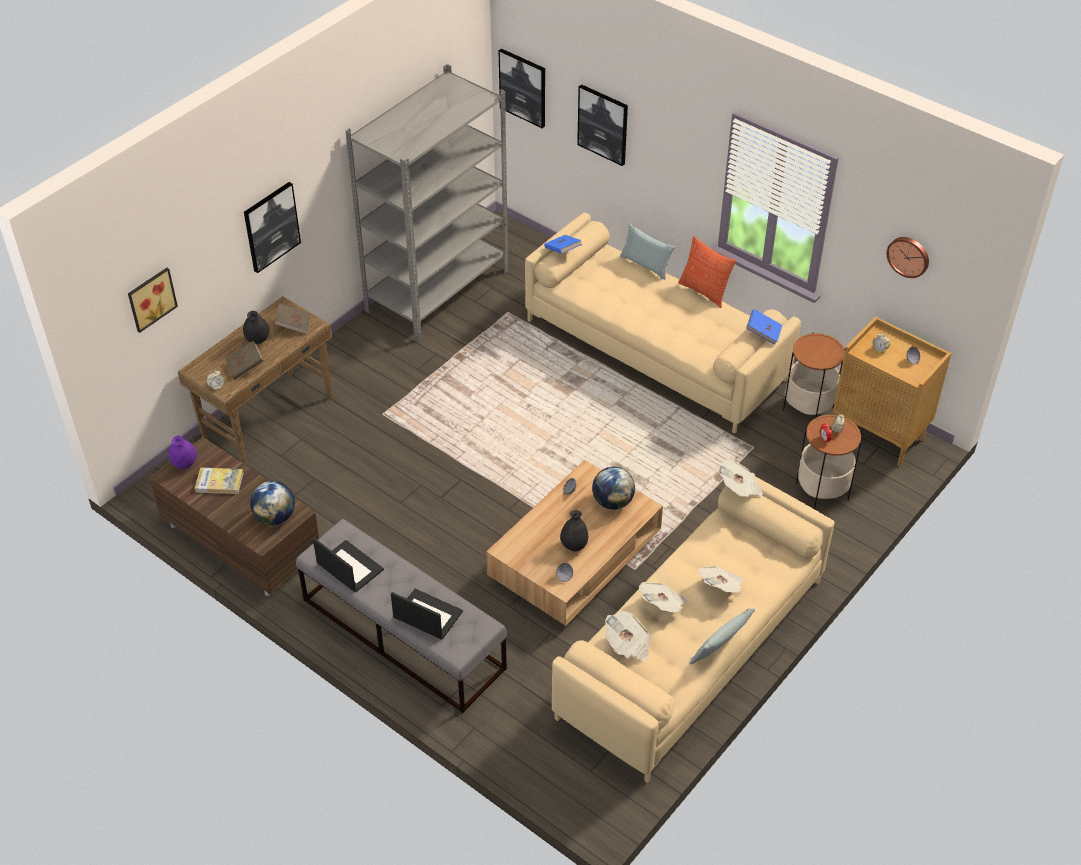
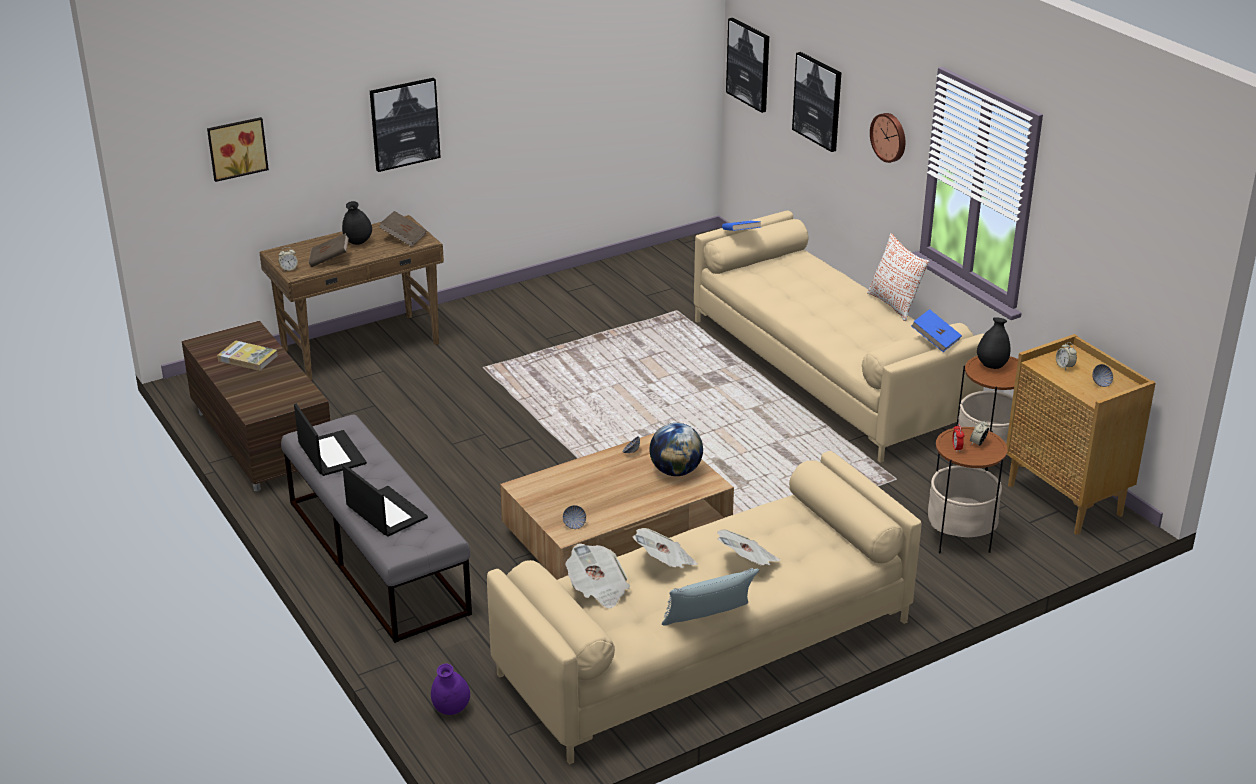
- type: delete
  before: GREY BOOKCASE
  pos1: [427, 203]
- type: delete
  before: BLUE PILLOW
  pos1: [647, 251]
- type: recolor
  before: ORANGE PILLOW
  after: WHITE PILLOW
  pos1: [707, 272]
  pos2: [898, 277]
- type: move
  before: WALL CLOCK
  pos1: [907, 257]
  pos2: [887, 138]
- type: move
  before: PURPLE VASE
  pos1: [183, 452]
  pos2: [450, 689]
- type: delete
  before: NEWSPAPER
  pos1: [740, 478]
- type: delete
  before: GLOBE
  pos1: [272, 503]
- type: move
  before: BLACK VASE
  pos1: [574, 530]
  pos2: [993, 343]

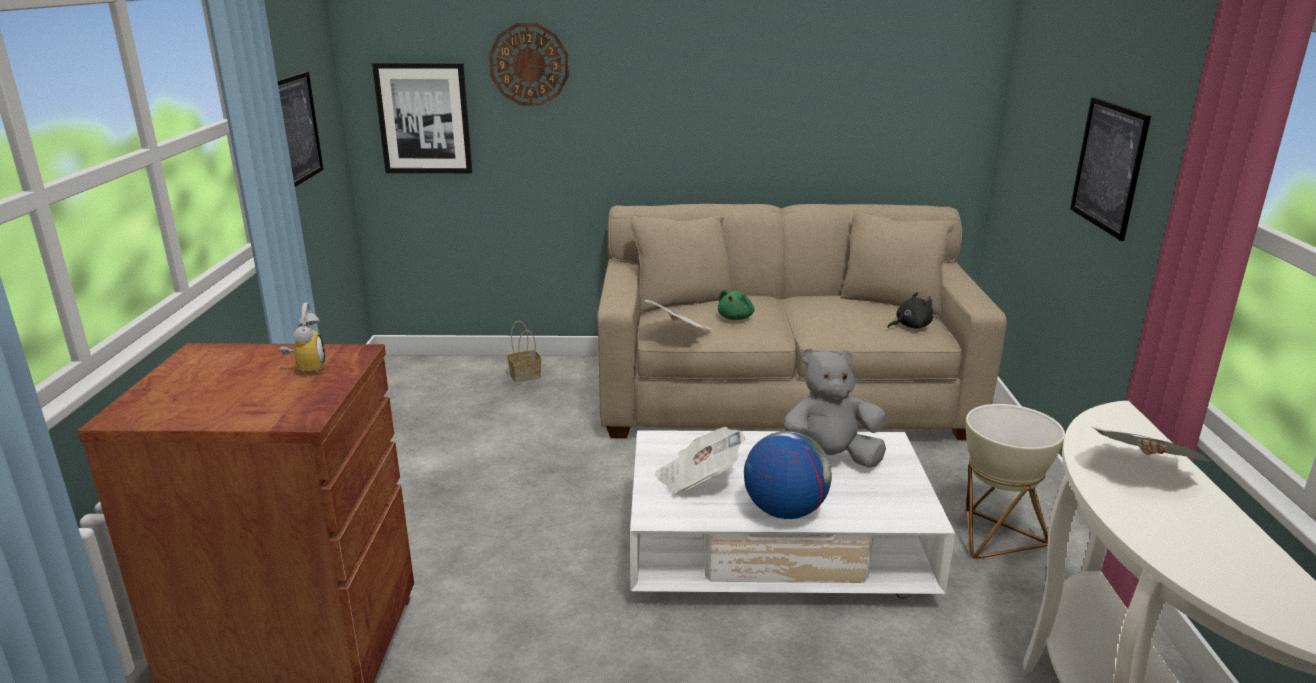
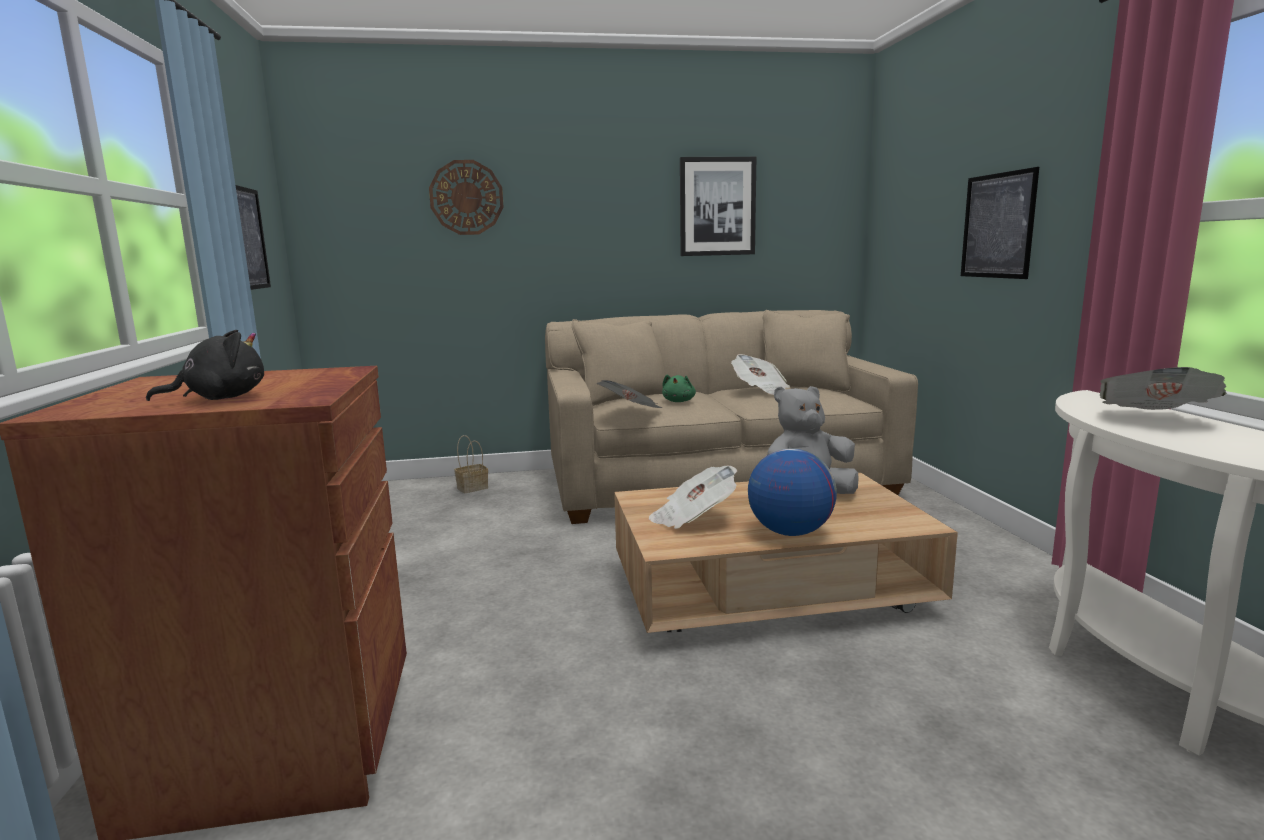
- type: move
  before: PICTURE
  pos1: [422, 118]
  pos2: [718, 206]
- type: move
  before: BLACK PLUSH TOY
  pos1: [910, 310]
  pos2: [205, 365]
- type: delete
  before: ALARM CLOCK
  pos1: [302, 338]
- type: delete
  before: PLANTER
  pos1: [1015, 481]
- type: recolor
  before: WHITE COFFEE TABLE
  after: BROWN COFFEE TABLE
  pos1: [792, 514]
  pos2: [786, 553]
- type: insert
  after: NEWSPAPER
  pos2: [760, 374]

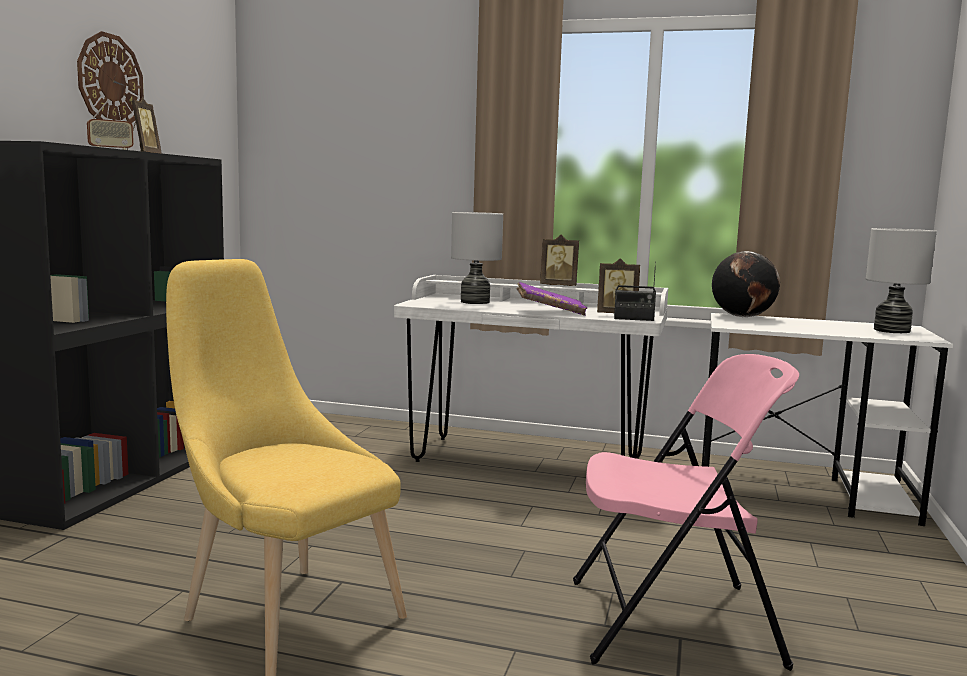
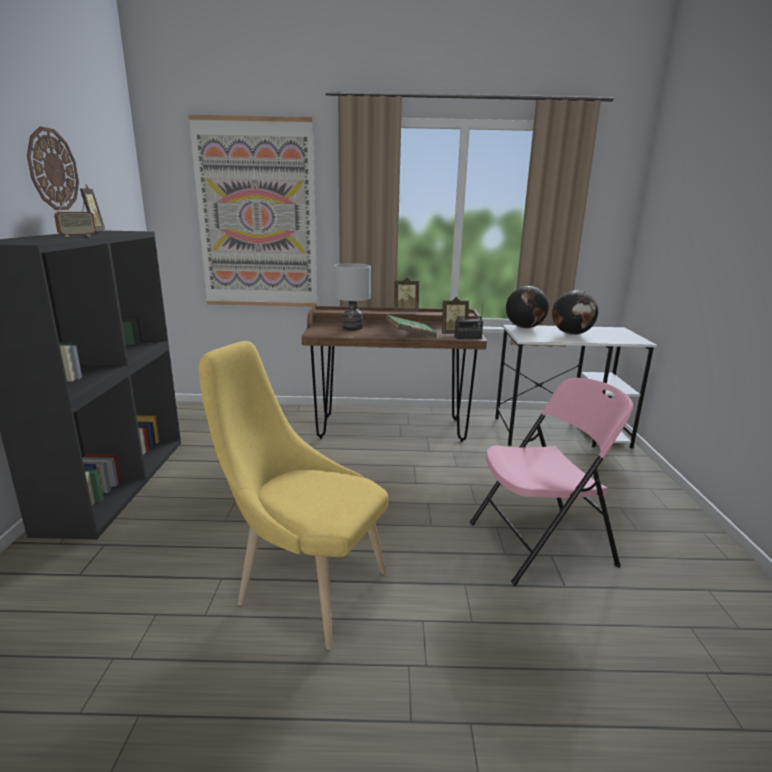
- type: delete
  before: GREY TABLE LAMP
  pos1: [901, 280]
- type: recolor
  before: WHITE DESK
  after: BROWN DESK
  pos1: [531, 368]
  pos2: [394, 374]
- type: recolor
  before: PURPLE BOOK
  after: GREEN BOOK
  pos1: [551, 299]
  pos2: [411, 326]
- type: insert
  after: PICTURE
  pos2: [253, 211]
- type: insert
  after: GLOBE
  pos2: [575, 312]

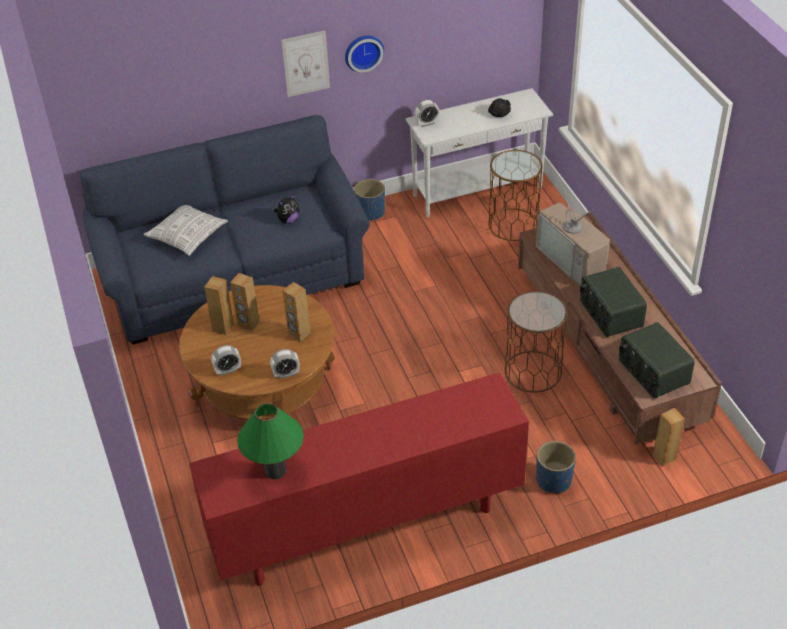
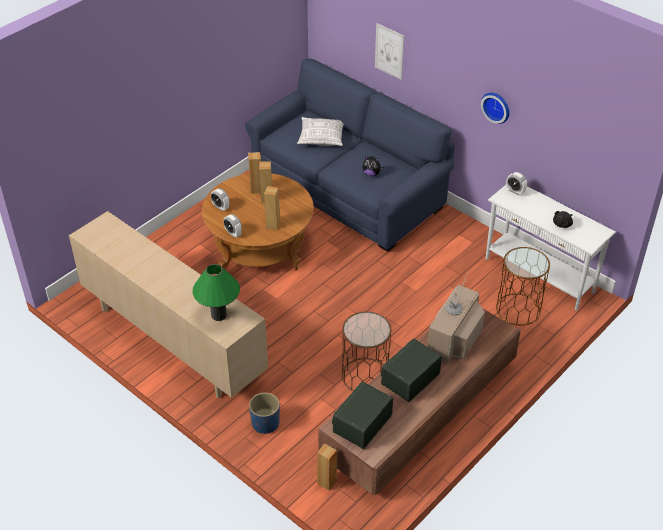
- type: move
  before: PICTURE
  pos1: [305, 64]
  pos2: [389, 51]
- type: delete
  before: BLUE PLANTER
  pos1: [369, 200]
- type: recolor
  before: RED CABINET
  after: BEIGE CABINET
  pos1: [359, 479]
  pos2: [168, 304]
- type: move
  before: GREEN TABLE LAMP
  pos1: [270, 441]
  pos2: [216, 292]

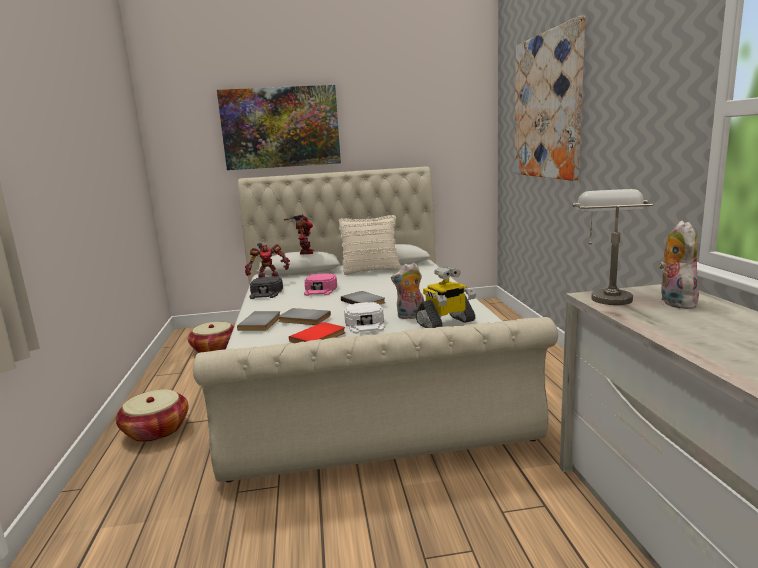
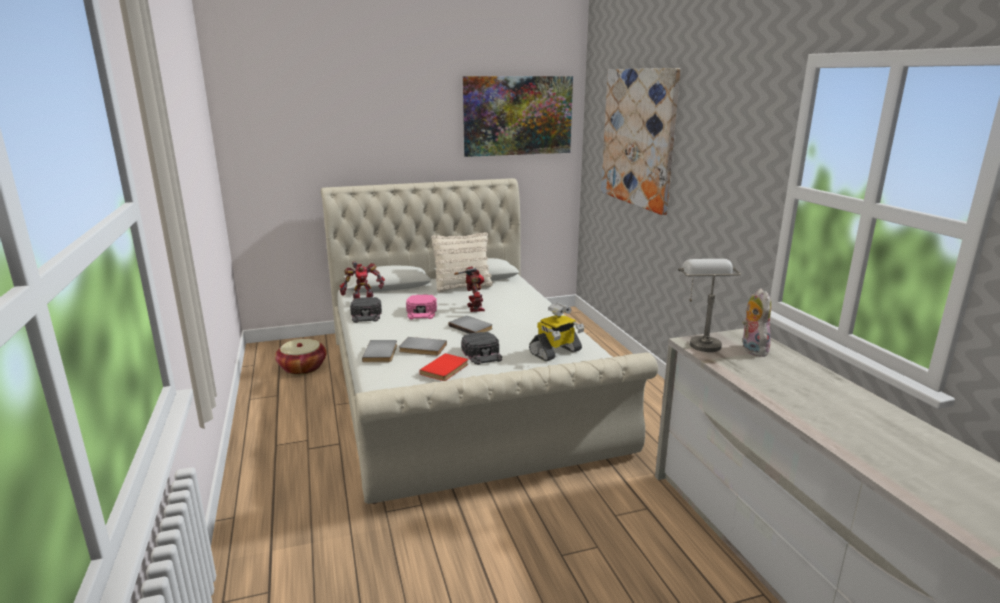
- type: move
  before: PICTURE
  pos1: [279, 127]
  pos2: [518, 116]
- type: move
  before: TOY ROBOT
  pos1: [299, 234]
  pos2: [469, 289]
- type: delete
  before: PLUSH TOY
  pos1: [407, 291]
- type: recolor
  before: WHITE CAP
  after: BLACK CAP
  pos1: [364, 318]
  pos2: [481, 348]
- type: delete
  before: BASKET
  pos1: [152, 415]

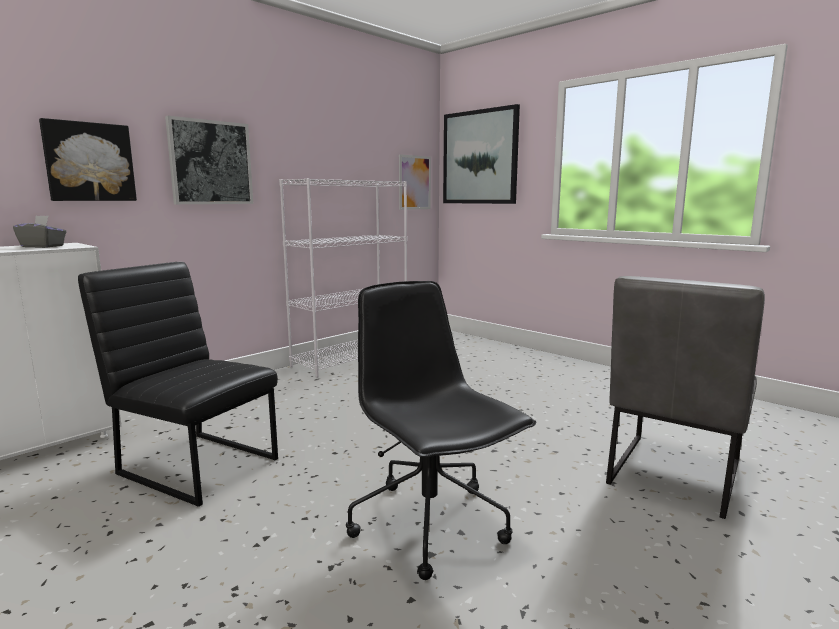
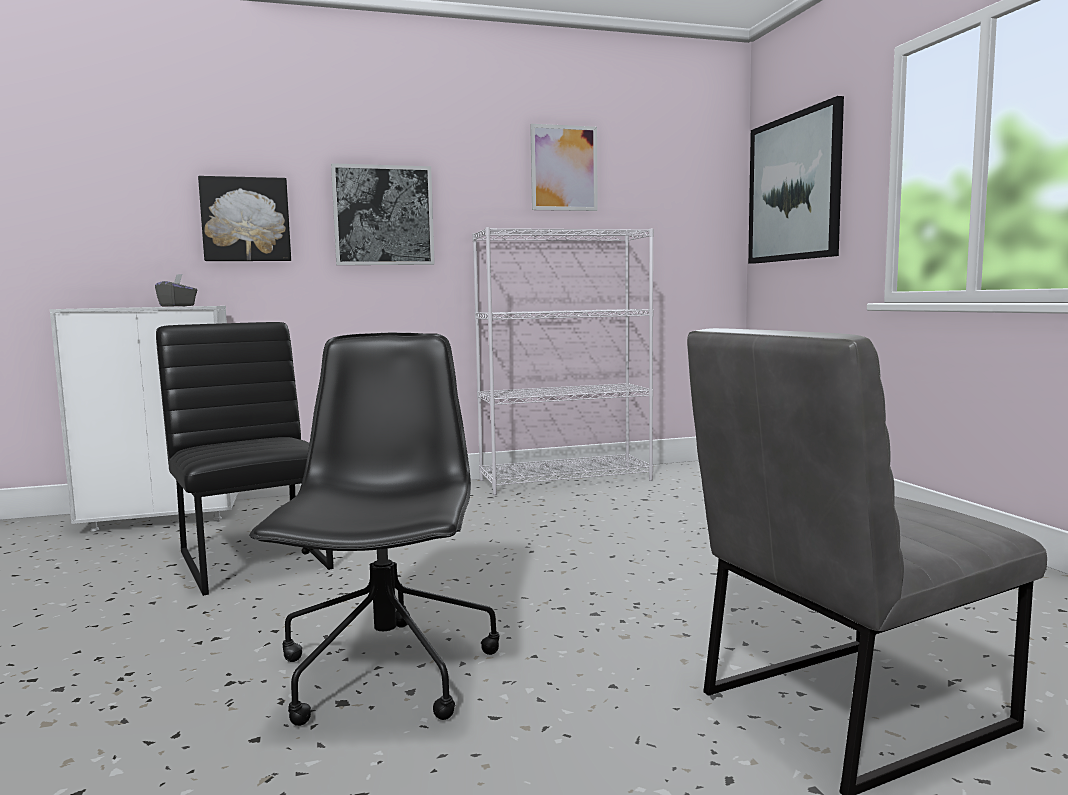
- type: move
  before: PICTURE
  pos1: [415, 182]
  pos2: [564, 167]

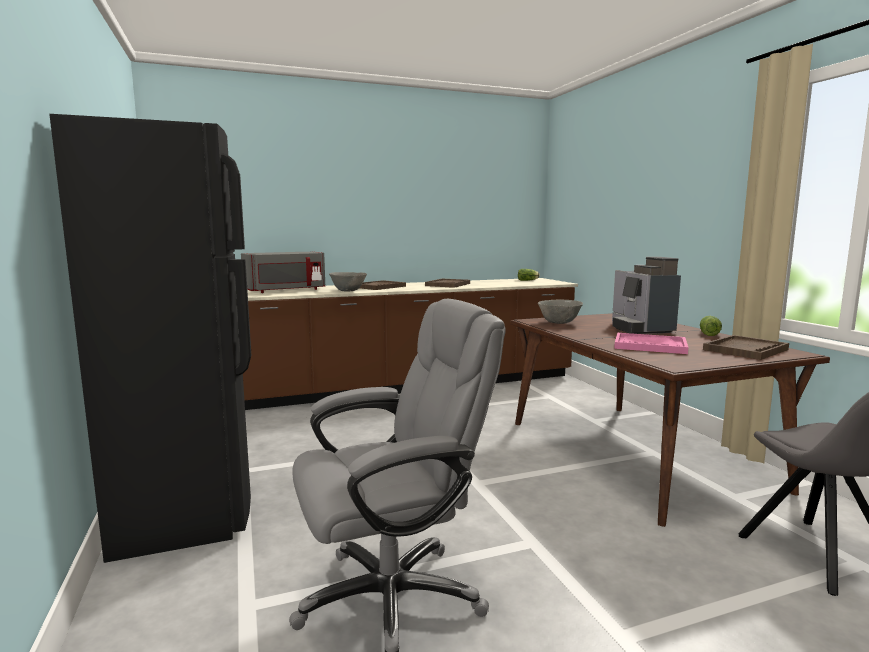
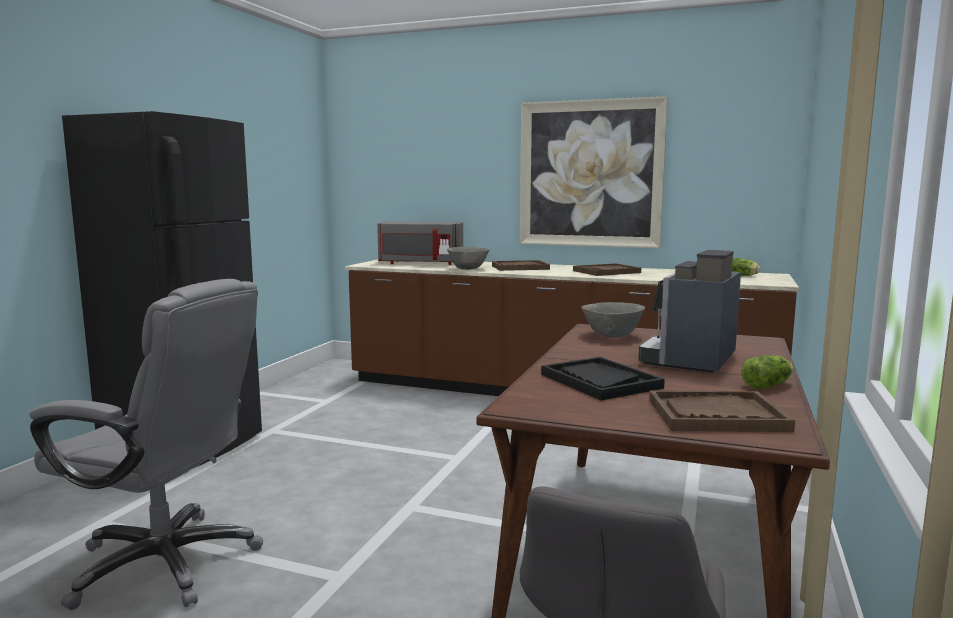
- type: recolor
  before: PINK TRAY
  after: BLACK TRAY
  pos1: [651, 343]
  pos2: [603, 378]
- type: insert
  after: PICTURE
  pos2: [594, 172]

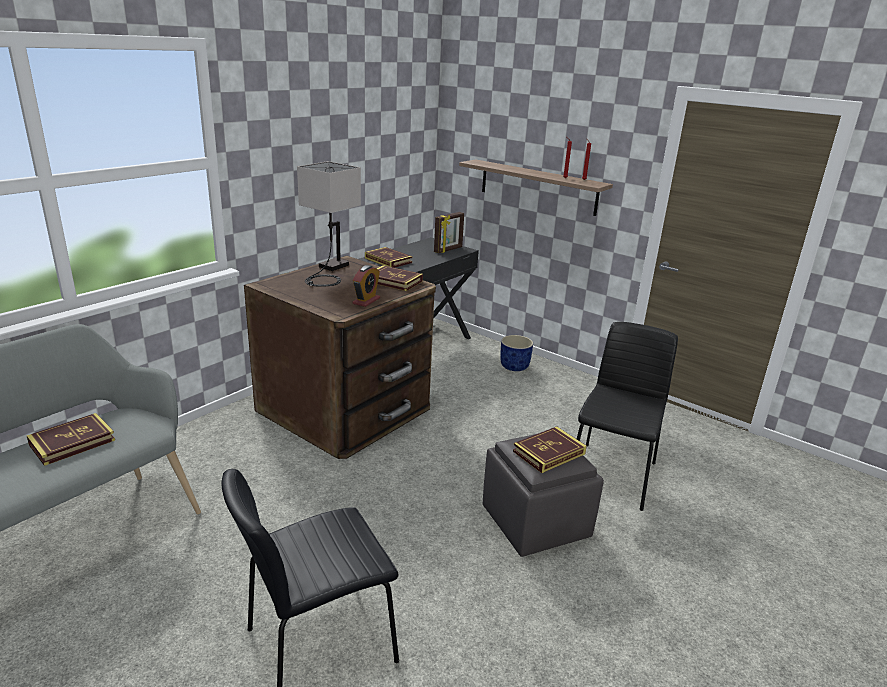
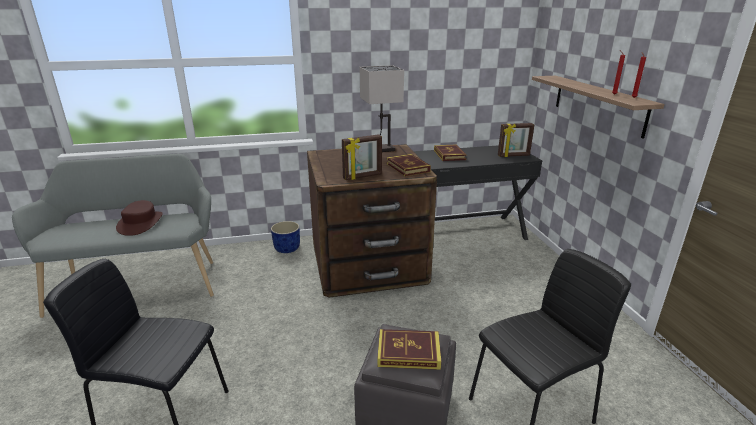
- type: replace
  before: ALARM CLOCK
  after: PICTURE FRAME
  pos1: [366, 286]
  pos2: [362, 157]
- type: move
  before: BLUE PLANTER
  pos1: [516, 353]
  pos2: [285, 237]
- type: replace
  before: BOOK
  after: BROWN HAT
  pos1: [71, 439]
  pos2: [139, 218]

